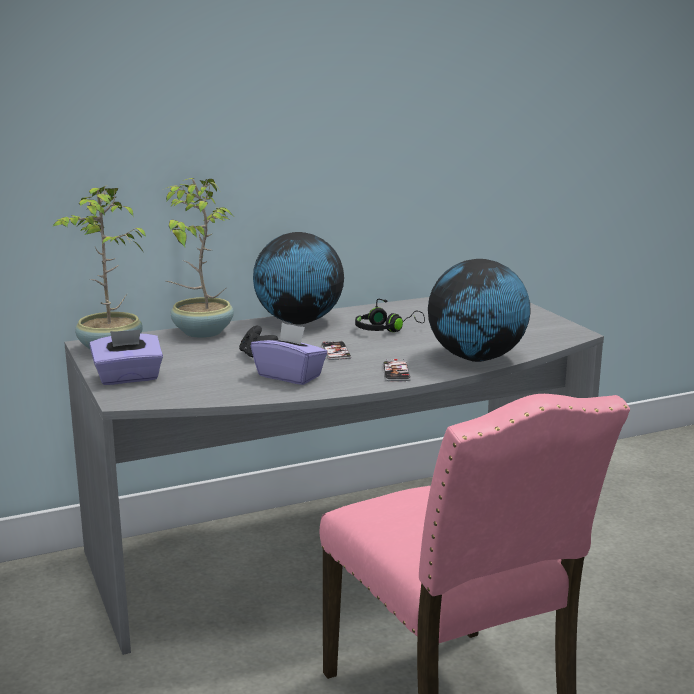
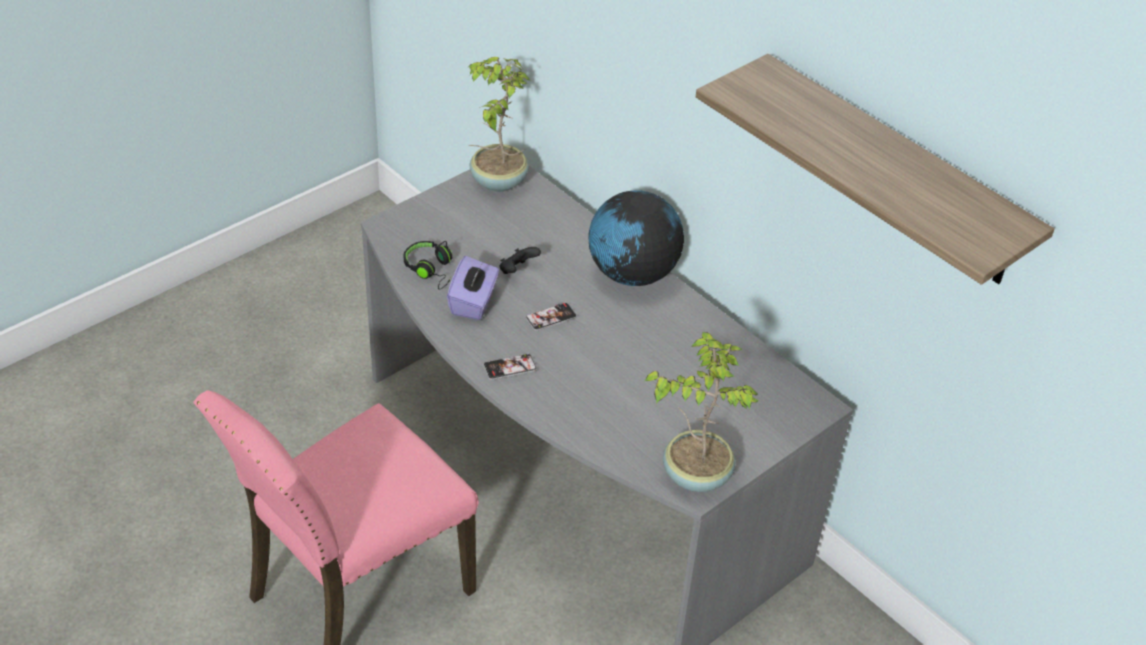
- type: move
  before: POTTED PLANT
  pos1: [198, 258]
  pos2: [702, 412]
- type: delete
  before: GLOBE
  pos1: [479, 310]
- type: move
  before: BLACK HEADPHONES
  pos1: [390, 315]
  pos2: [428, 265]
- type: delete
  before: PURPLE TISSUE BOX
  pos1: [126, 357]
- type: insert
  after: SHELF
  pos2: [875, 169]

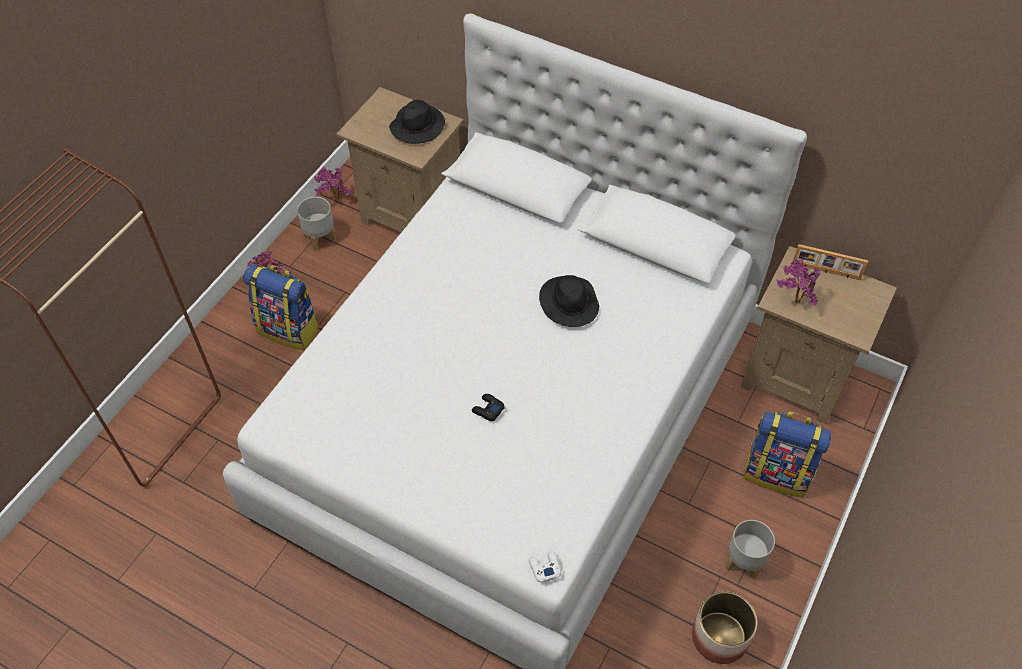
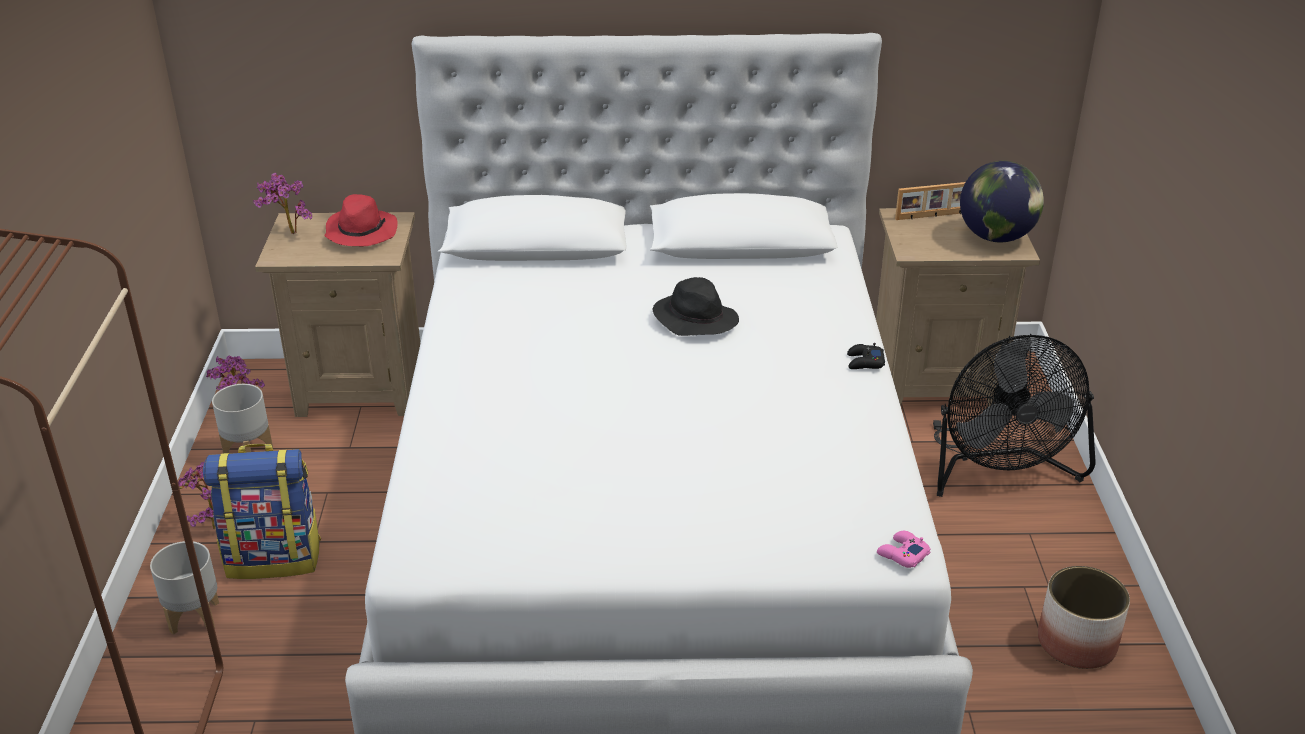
- type: recolor
  before: BLACK HAT
  after: RED HAT
  pos1: [417, 122]
  pos2: [361, 220]
- type: move
  before: POTTED PLANT
  pos1: [798, 282]
  pos2: [282, 203]
- type: move
  before: BLACK GAME CONTROLLER
  pos1: [488, 407]
  pos2: [866, 356]
- type: replace
  before: BACKPACK
  after: BLACK FAN
  pos1: [787, 454]
  pos2: [1014, 415]
- type: move
  before: GREY PLANTER
  pos1: [750, 550]
  pos2: [184, 588]
- type: recolor
  before: WHITE GAME CONTROLLER
  after: PINK GAME CONTROLLER
  pos1: [545, 567]
  pos2: [904, 549]
- type: insert
  after: GLOBE
  pos2: [1002, 201]

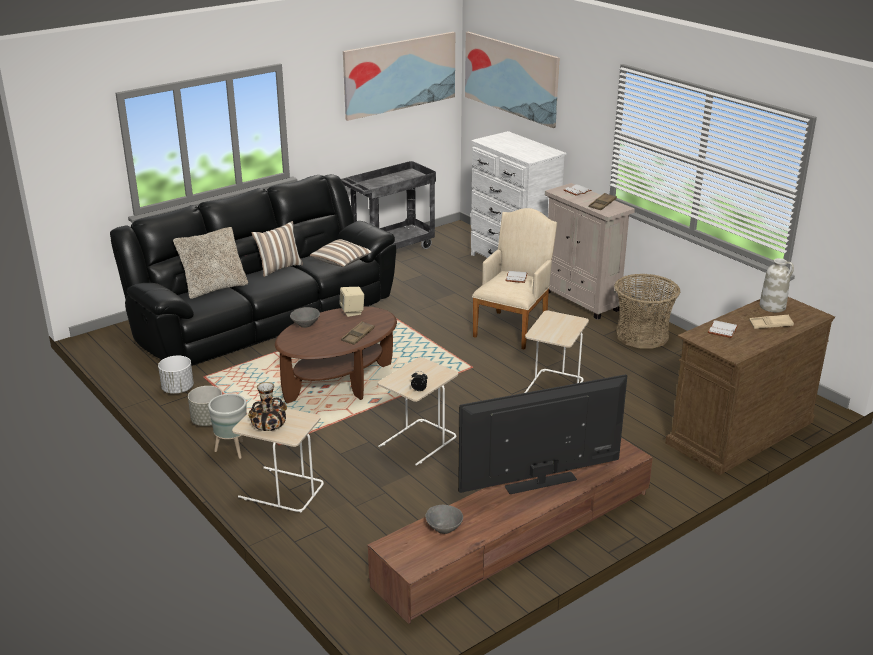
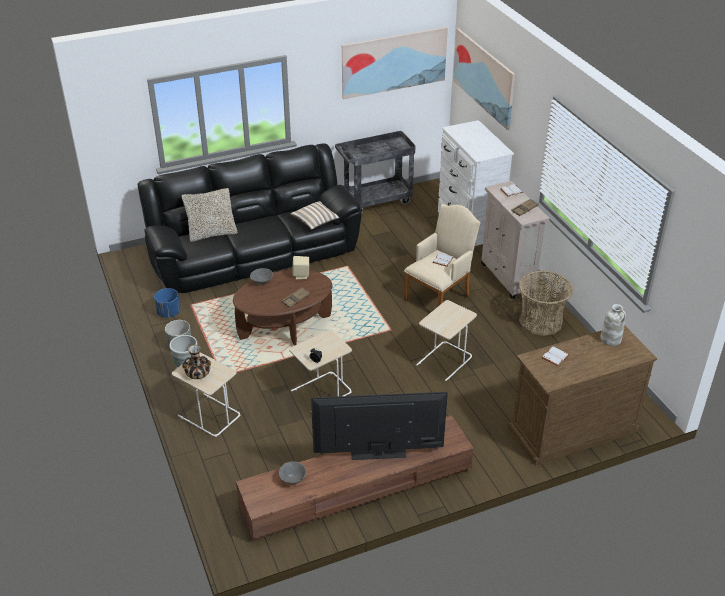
- type: delete
  before: PILLOW
  pos1: [277, 249]
- type: delete
  before: BEIGE TRAY
  pos1: [771, 322]
- type: recolor
  before: WHITE PLANTER
  after: BLUE PLANTER
  pos1: [176, 375]
  pos2: [167, 303]

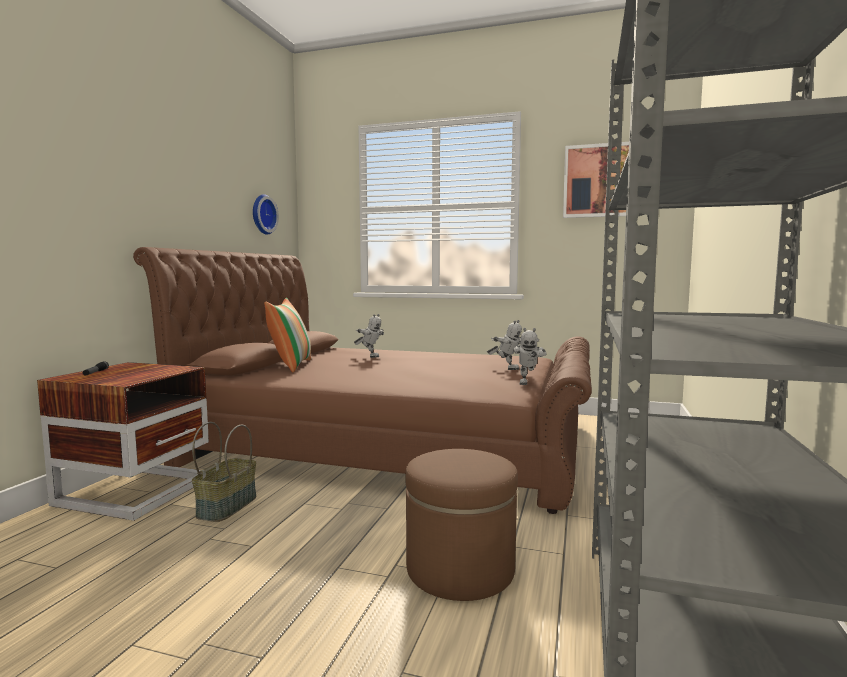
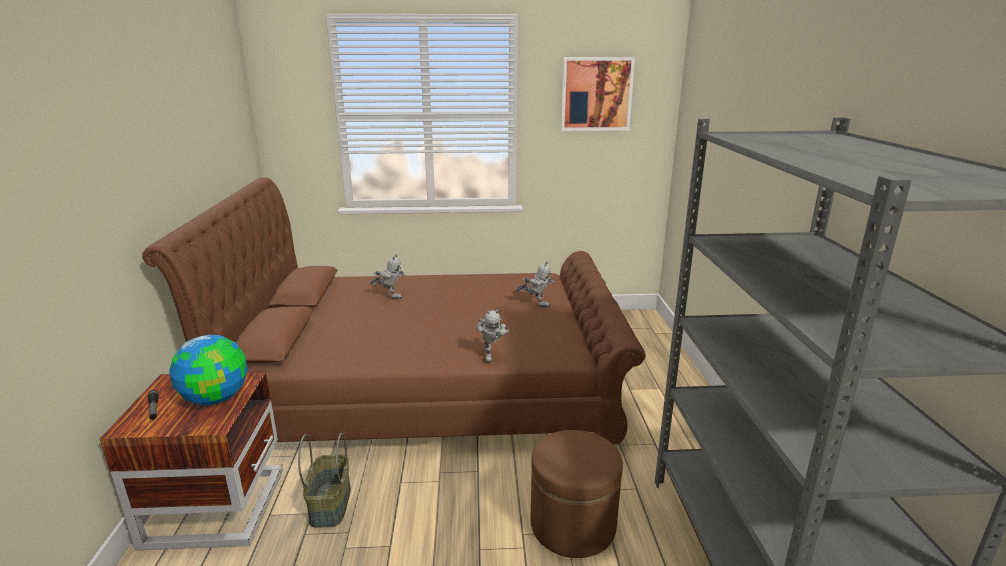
- type: delete
  before: WALL CLOCK
  pos1: [266, 214]
- type: delete
  before: PILLOW
  pos1: [287, 335]
- type: move
  before: TOY ROBOT
  pos1: [530, 356]
  pos2: [492, 336]
- type: insert
  after: GLOBE
  pos2: [208, 370]

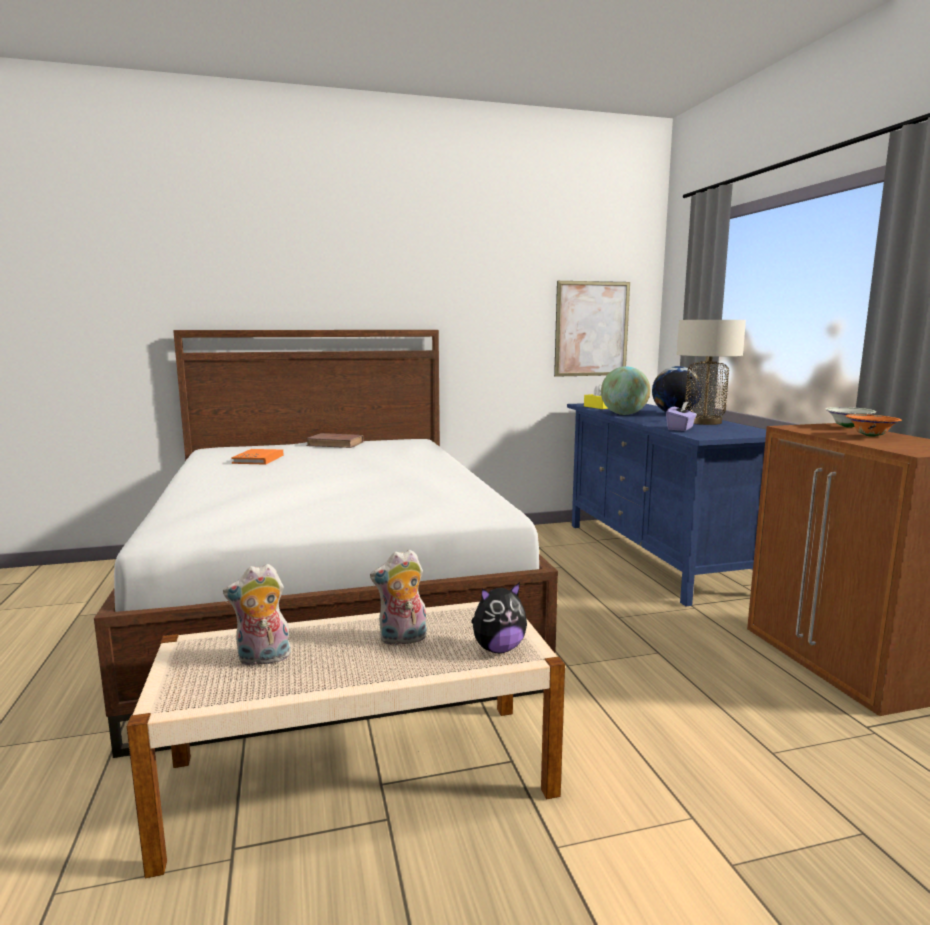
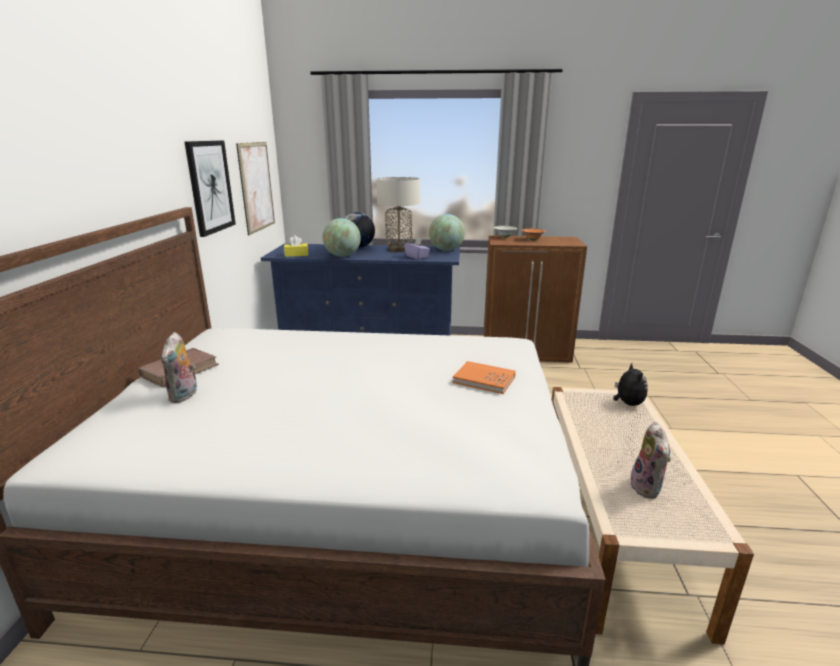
- type: move
  before: ORANGE BOOK
  pos1: [257, 457]
  pos2: [484, 377]
- type: move
  before: PLUSH TOY
  pos1: [398, 597]
  pos2: [180, 367]
- type: insert
  after: PICTURE
  pos2: [210, 188]
- type: insert
  after: GLOBE
  pos2: [447, 232]

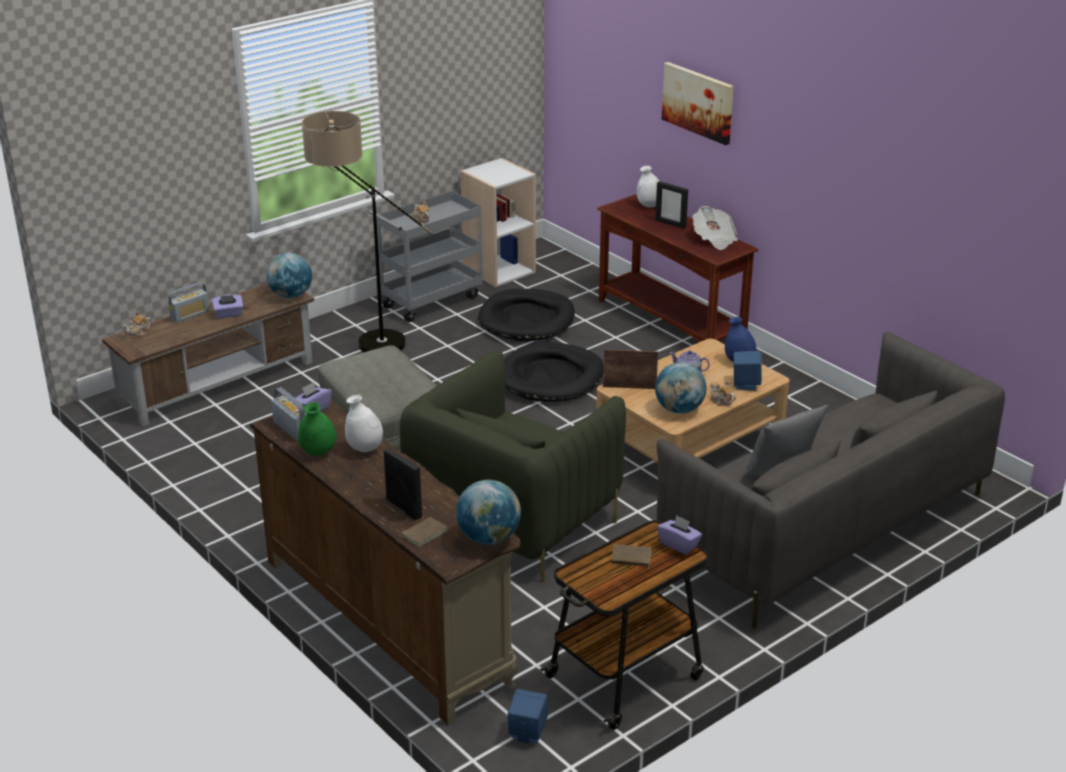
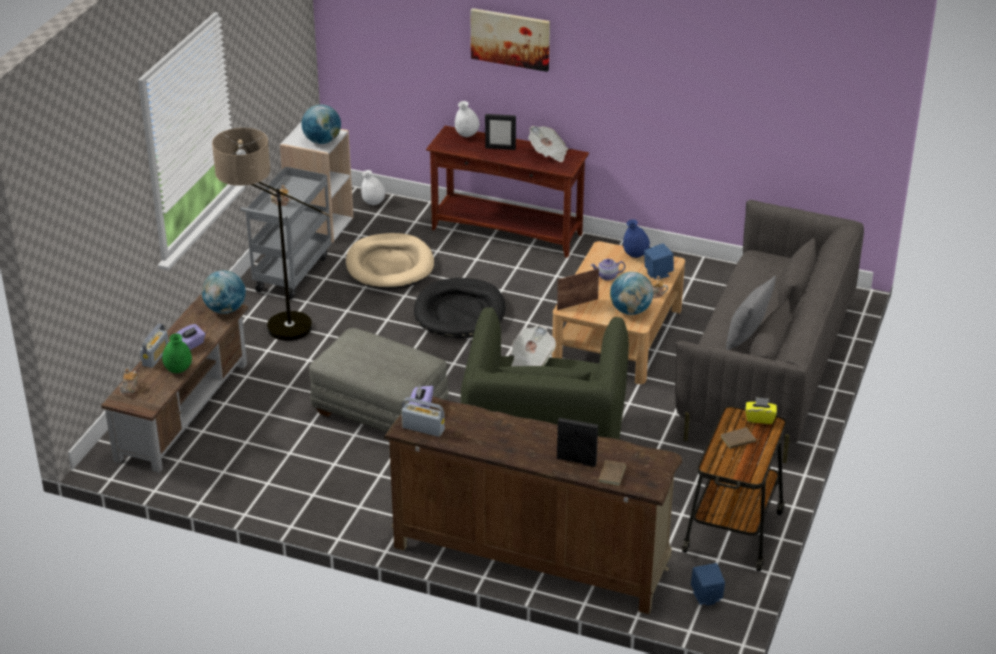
- type: recolor
  before: BLACK DOG BED
  after: BEIGE DOG BED
  pos1: [526, 315]
  pos2: [390, 261]
- type: move
  before: WHITE VASE
  pos1: [364, 423]
  pos2: [373, 187]
- type: move
  before: GREEN VASE
  pos1: [317, 429]
  pos2: [177, 353]
- type: move
  before: GLOBE
  pos1: [488, 512]
  pos2: [321, 124]
- type: recolor
  before: PURPLE TISSUE BOX
  after: YELLOW TISSUE BOX
  pos1: [679, 535]
  pos2: [761, 410]
- type: insert
  after: NEWSPAPER
  pos2: [533, 345]

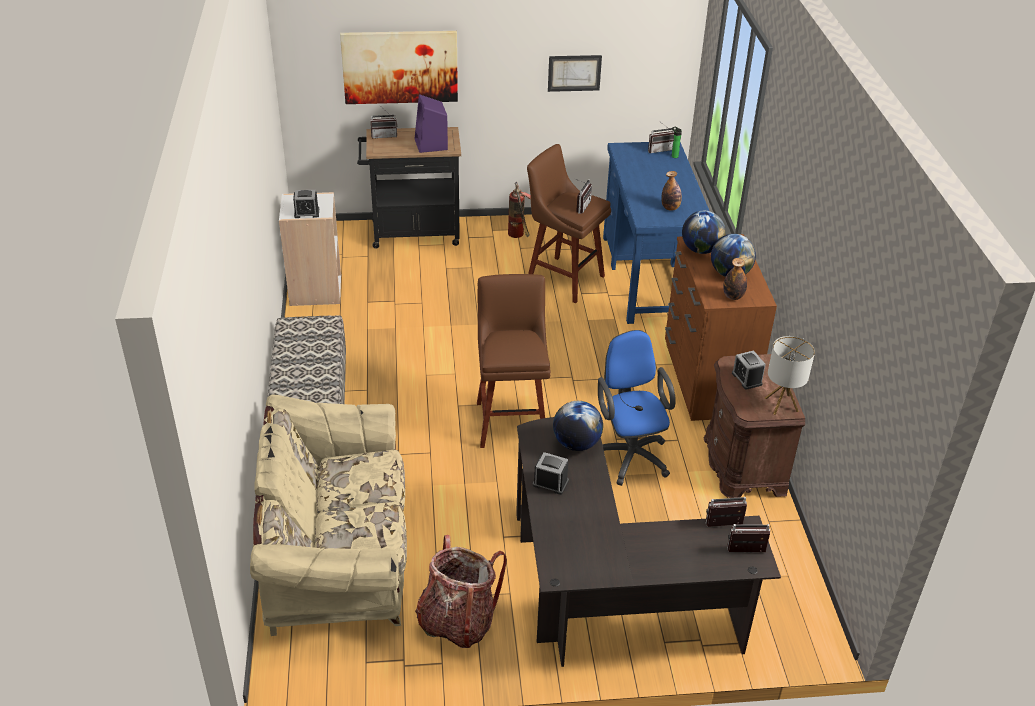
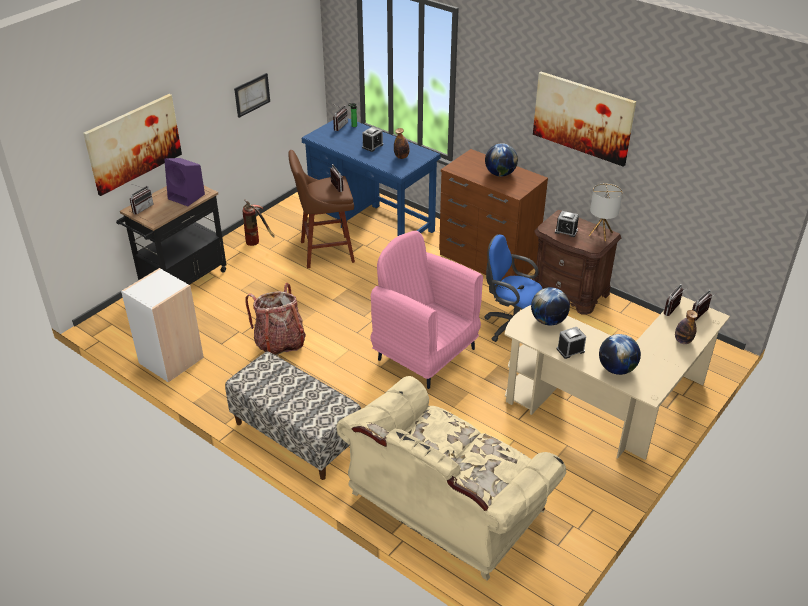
- type: move
  before: ALARM CLOCK
  pos1: [306, 204]
  pos2: [372, 139]
- type: move
  before: GLOBE
  pos1: [704, 232]
  pos2: [620, 354]
- type: move
  before: BOTTLE
  pos1: [735, 279]
  pos2: [686, 327]
- type: replace
  before: BROWN STOOL
  after: PINK ARMCHAIR
  pos1: [514, 361]
  pos2: [426, 310]
- type: recolor
  before: BLACK DESK
  after: BEIGE DESK
  pos1: [648, 542]
  pos2: [617, 378]
- type: move
  before: BACKPACK
  pos1: [461, 591]
  pos2: [275, 319]
- type: insert
  after: PICTURE
  pos2: [584, 119]

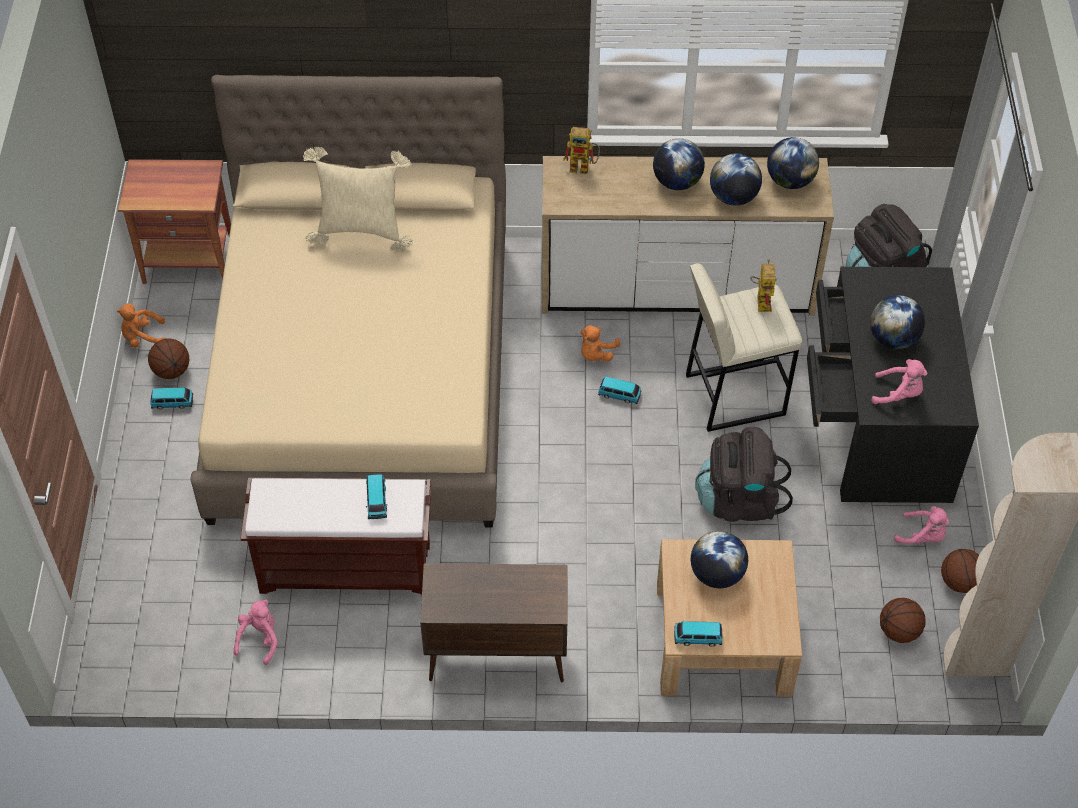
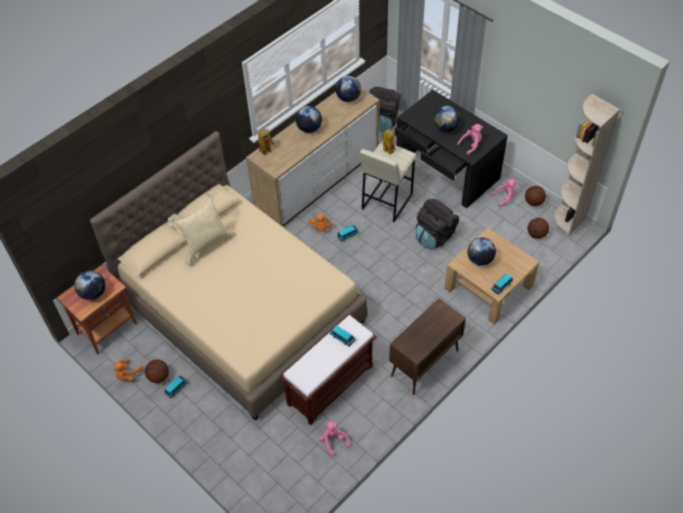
- type: move
  before: GLOBE
  pos1: [736, 179]
  pos2: [89, 285]

